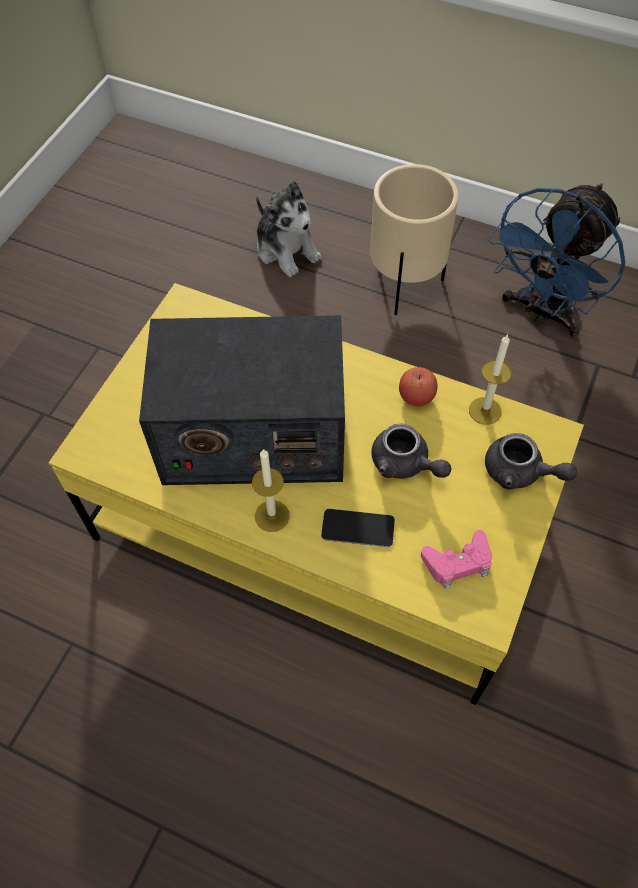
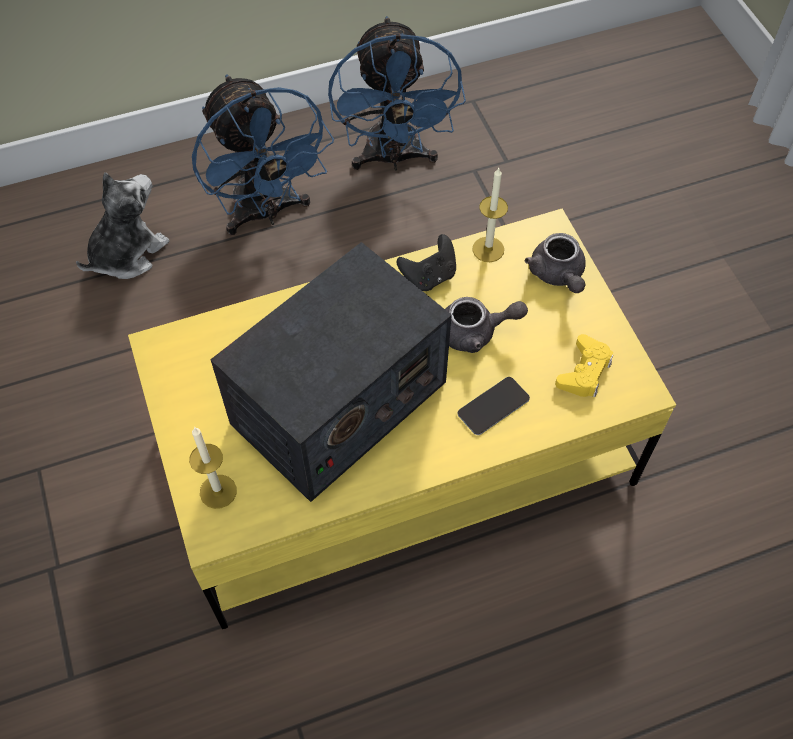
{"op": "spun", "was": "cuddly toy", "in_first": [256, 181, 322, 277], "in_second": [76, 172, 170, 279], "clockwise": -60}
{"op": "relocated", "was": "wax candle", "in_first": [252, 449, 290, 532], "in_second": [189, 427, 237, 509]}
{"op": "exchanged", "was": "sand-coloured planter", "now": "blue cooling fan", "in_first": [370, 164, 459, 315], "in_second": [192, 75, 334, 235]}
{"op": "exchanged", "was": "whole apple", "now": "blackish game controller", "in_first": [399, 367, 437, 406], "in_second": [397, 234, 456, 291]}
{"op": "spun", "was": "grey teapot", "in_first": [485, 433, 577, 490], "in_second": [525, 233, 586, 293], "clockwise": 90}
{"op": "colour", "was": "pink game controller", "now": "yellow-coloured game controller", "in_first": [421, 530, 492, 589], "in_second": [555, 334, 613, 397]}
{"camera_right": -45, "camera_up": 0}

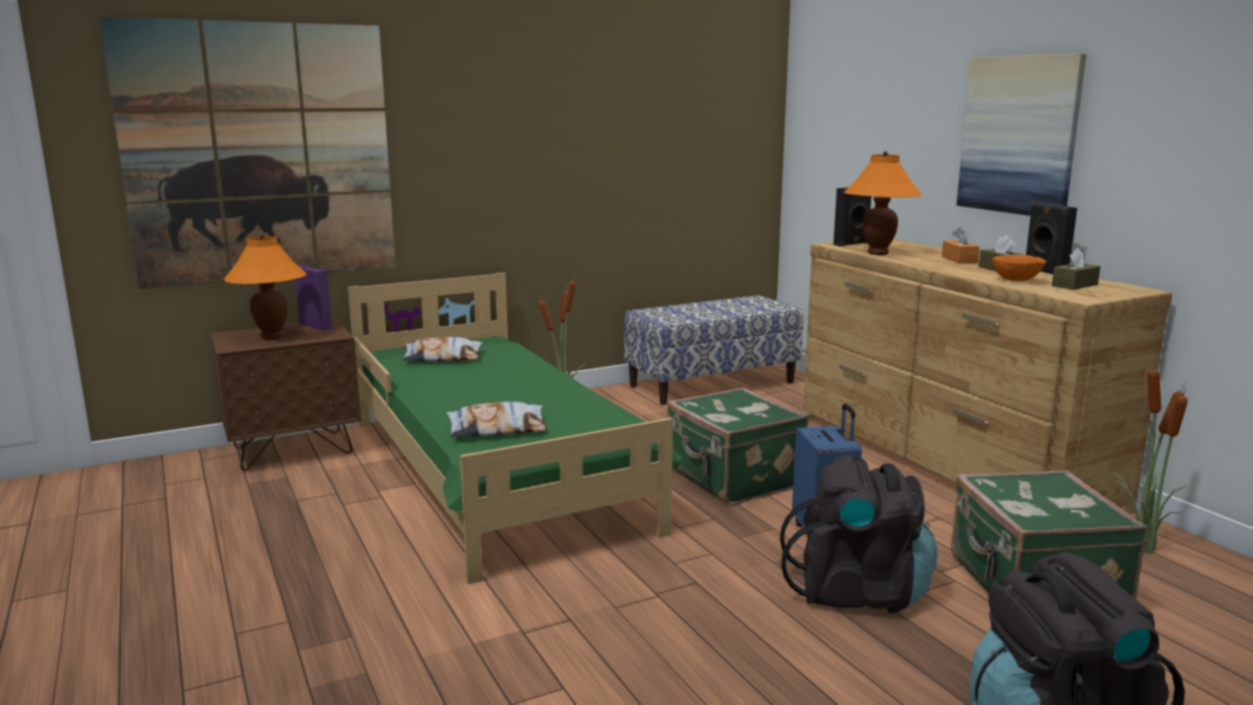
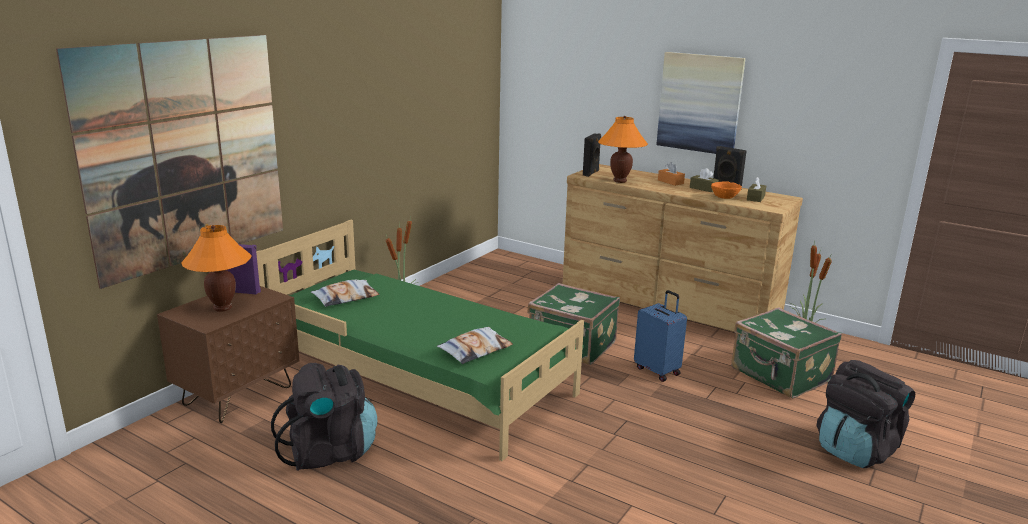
{"op": "relocated", "was": "blackish knapsack", "in_first": [780, 455, 938, 614], "in_second": [271, 363, 377, 471]}
{"op": "missing", "was": "bench", "in_first": [624, 295, 803, 405]}
{"camera_right": -30, "camera_up": 5}

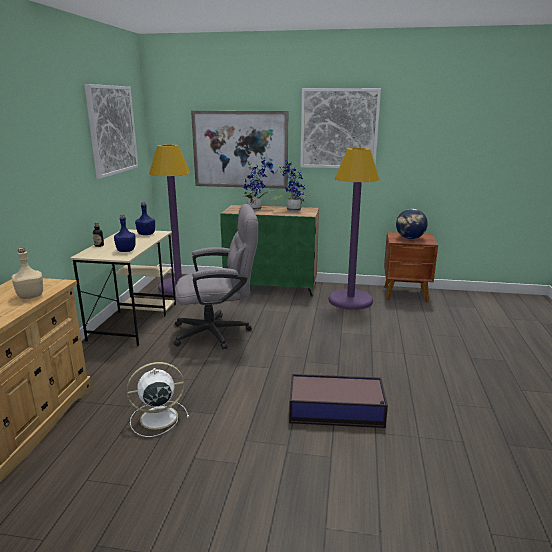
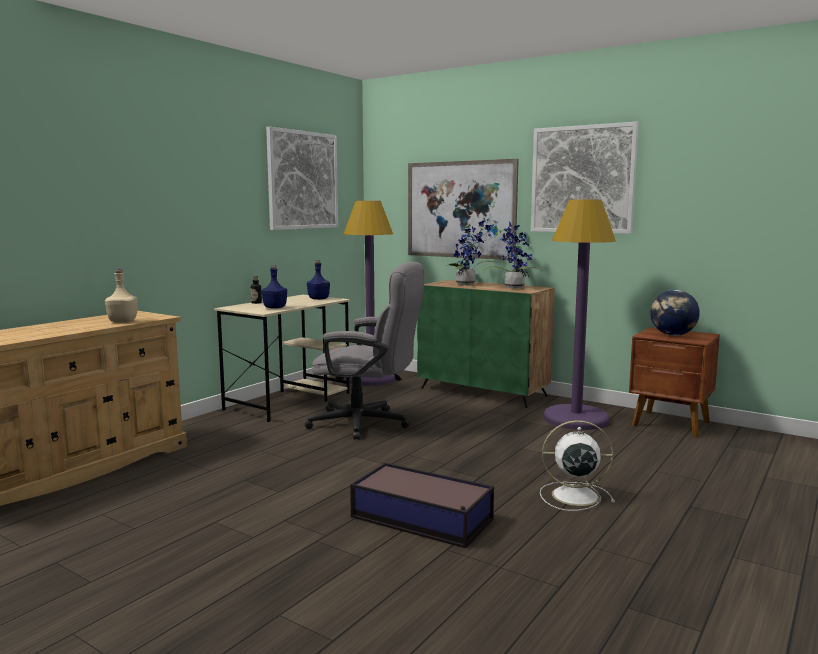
{"op": "relocated", "was": "white cooling fan", "in_first": [127, 362, 189, 437], "in_second": [540, 420, 615, 511]}
{"camera_right": 25, "camera_up": -10}

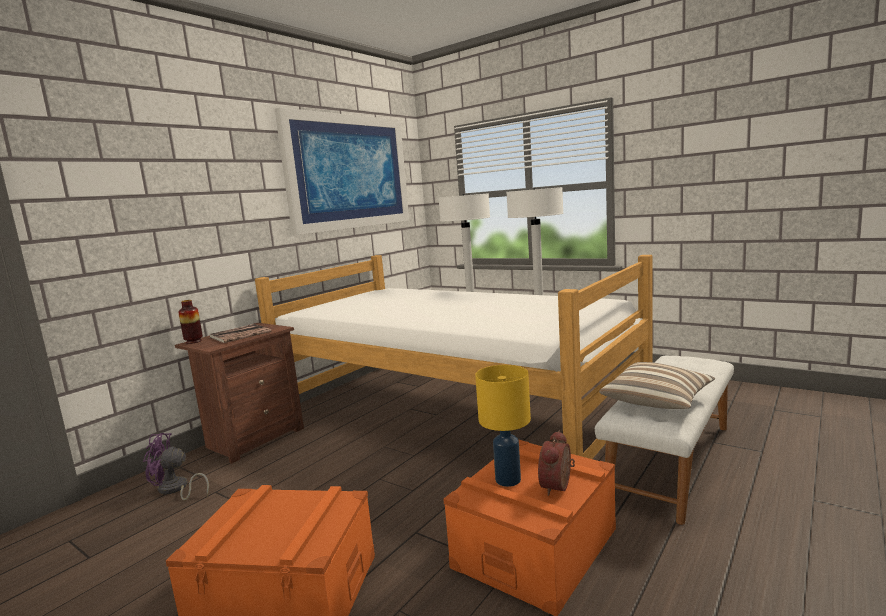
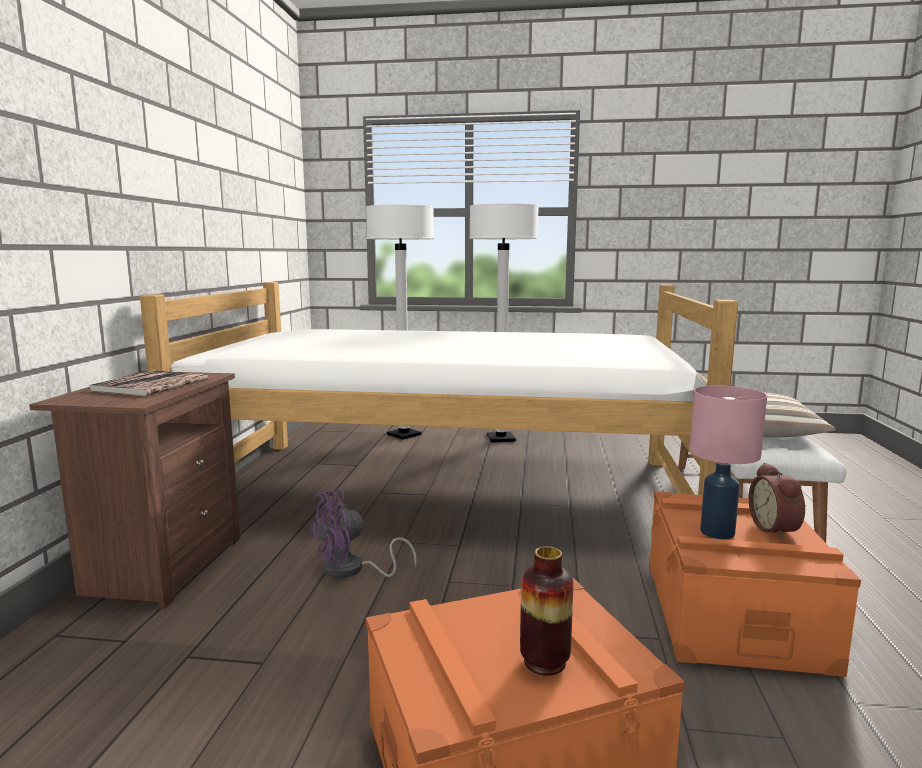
{"op": "relocated", "was": "purplish cooling fan", "in_first": [143, 433, 209, 500], "in_second": [309, 490, 417, 578]}
{"op": "relocated", "was": "vase", "in_first": [178, 300, 203, 344], "in_second": [520, 546, 573, 676]}
{"op": "colour", "was": "yellow-coloured table lamp", "now": "pink table lamp", "in_first": [475, 365, 531, 487], "in_second": [690, 386, 767, 539]}
{"op": "missing", "was": "picture", "in_first": [275, 108, 409, 235]}
{"camera_right": -30, "camera_up": 0}

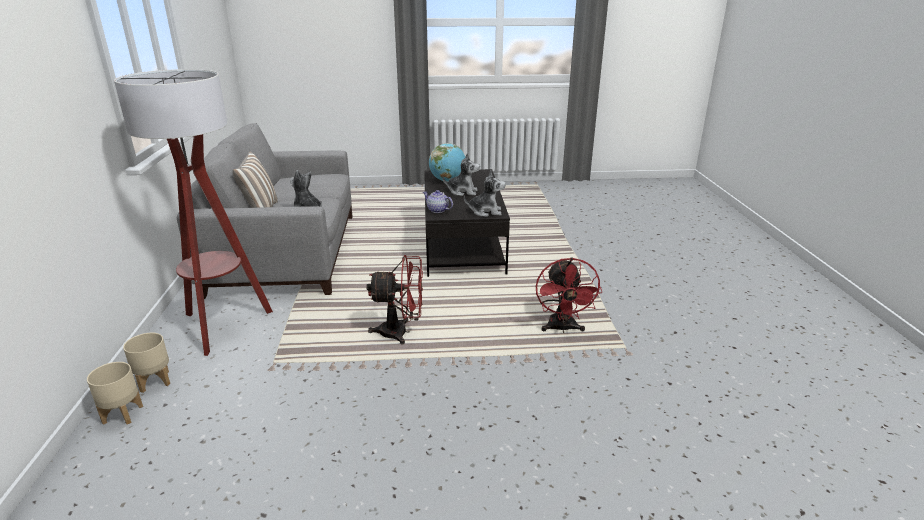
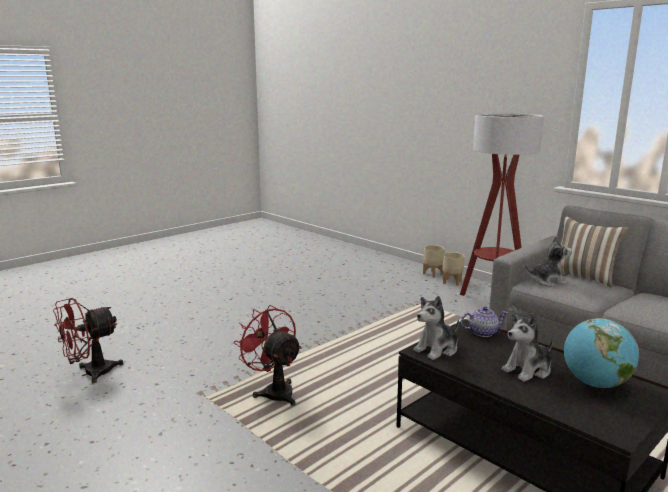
{"op": "relocated", "was": "red cooling fan", "in_first": [366, 255, 423, 345], "in_second": [53, 298, 123, 383]}
{"camera_right": 140, "camera_up": -10}

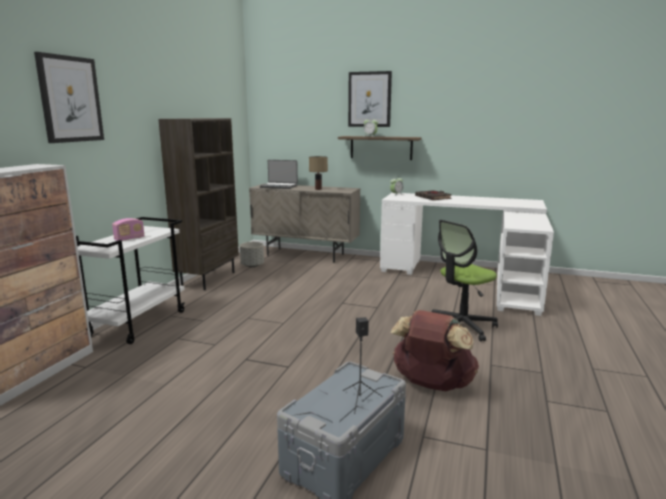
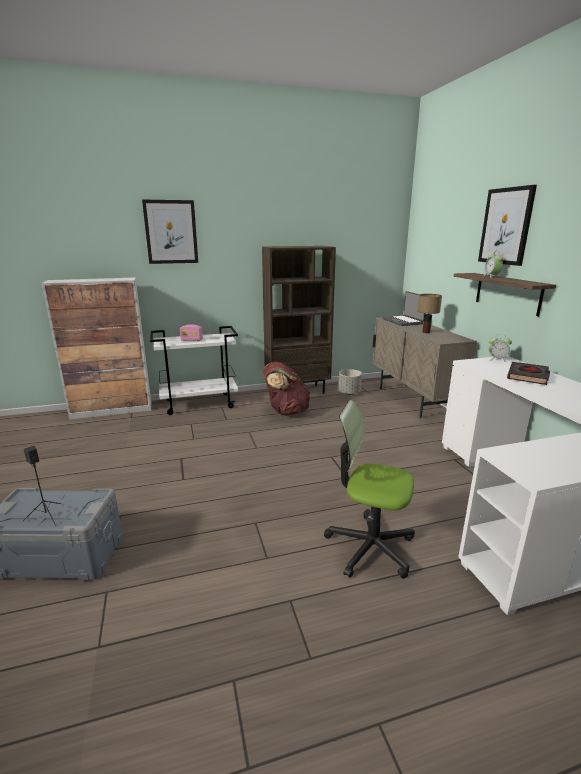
{"op": "relocated", "was": "brown knapsack", "in_first": [391, 310, 479, 391], "in_second": [263, 362, 311, 416]}
{"camera_right": 55, "camera_up": 5}

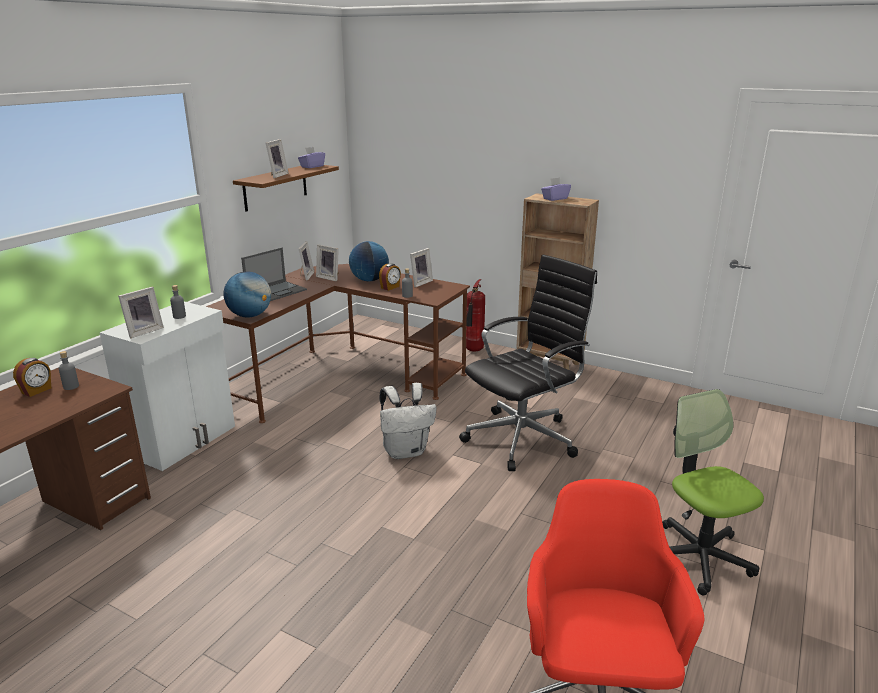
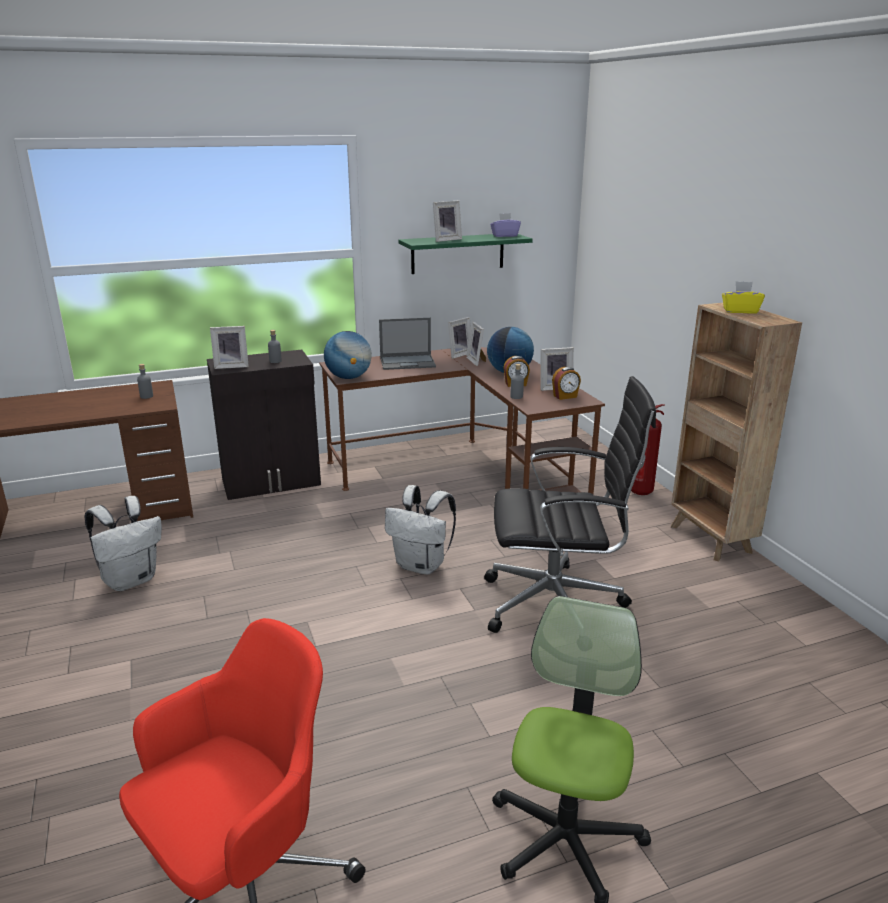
{"op": "appeared", "now": "white knapsack", "in_second": [84, 496, 162, 591]}
{"op": "colour", "was": "white cabinet", "now": "blackish cabinet", "in_first": [100, 302, 235, 471], "in_second": [207, 350, 321, 500]}
{"op": "colour", "was": "brown wall shelf", "now": "greenish wall shelf", "in_first": [233, 165, 339, 211], "in_second": [398, 234, 533, 274]}
{"op": "relocated", "was": "bedside clock", "in_first": [13, 358, 51, 397], "in_second": [552, 367, 581, 400]}
{"op": "colour", "was": "purplish tissue holder", "now": "yellow-coloured tissue holder", "in_first": [541, 177, 571, 201], "in_second": [722, 281, 765, 314]}
{"camera_right": 40, "camera_up": 0}

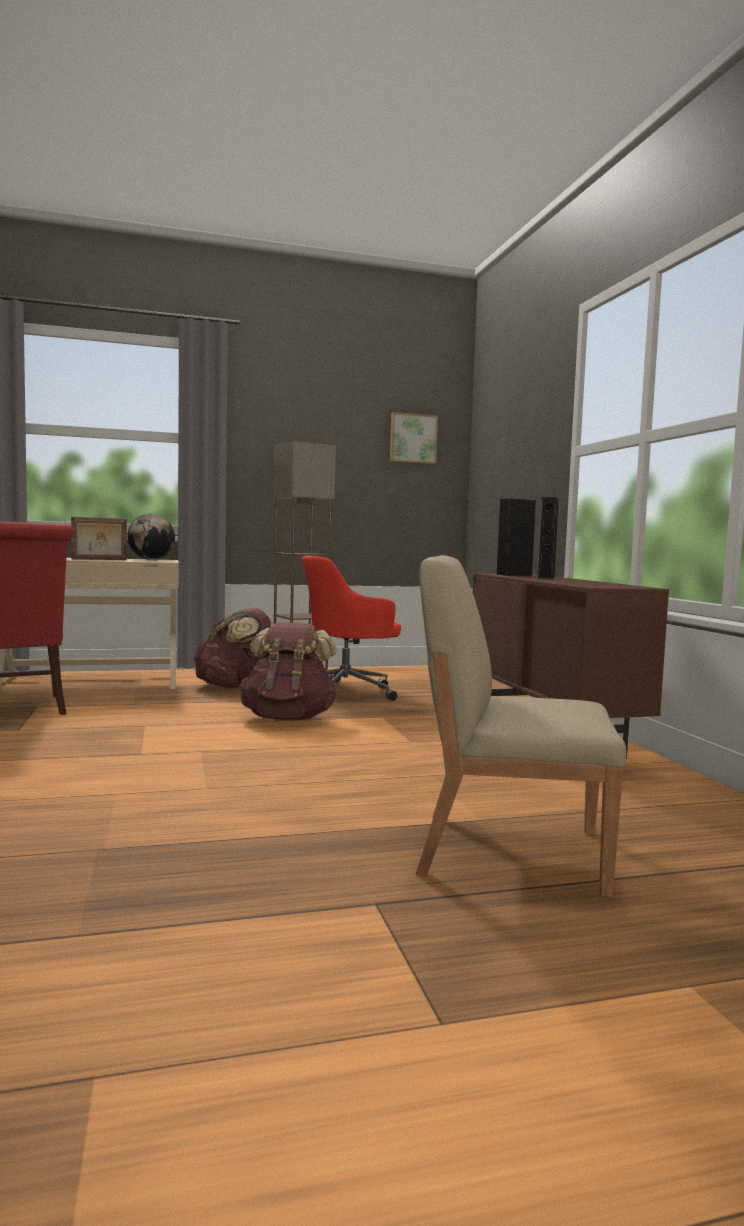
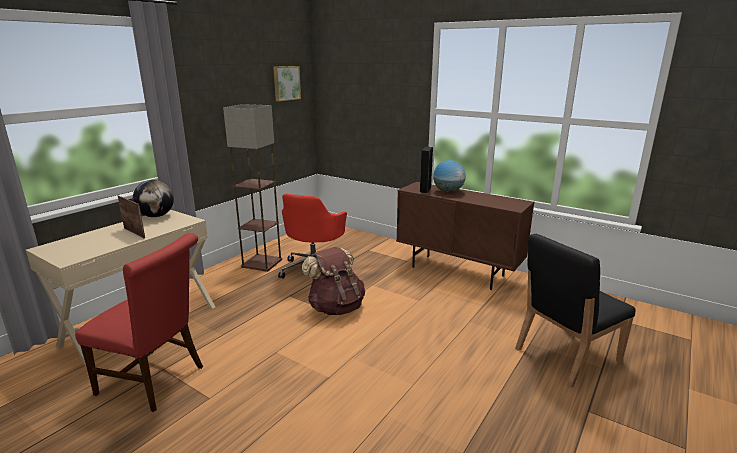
{"op": "spun", "was": "standing frame", "in_first": [71, 517, 127, 560], "in_second": [118, 195, 145, 239], "clockwise": -75}
{"op": "exchanged", "was": "blackish speaker", "now": "globe", "in_first": [537, 497, 559, 579], "in_second": [433, 160, 466, 192]}
{"op": "colour", "was": "sand-coloured plain chair", "now": "blackish plain chair", "in_first": [416, 555, 626, 898], "in_second": [515, 234, 635, 388]}
{"op": "missing", "was": "brown knapsack", "in_first": [194, 608, 272, 688]}
{"camera_right": -40, "camera_up": 15}

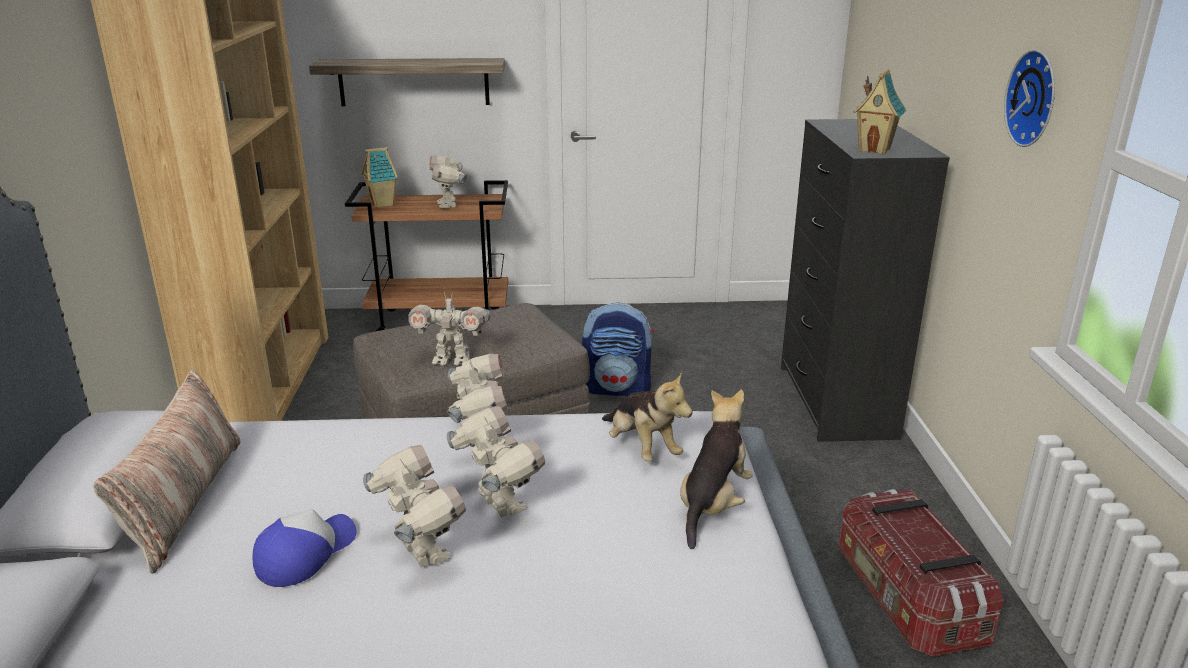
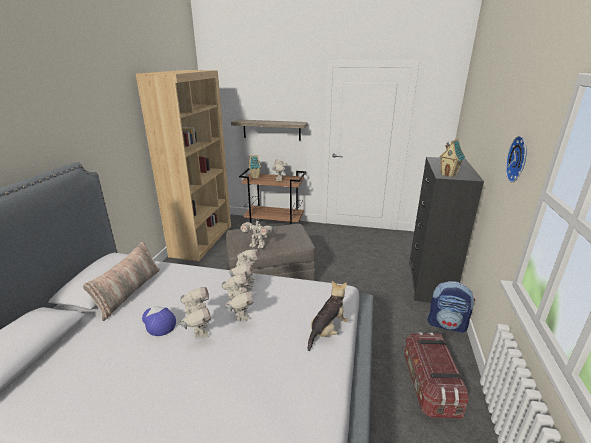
{"op": "spun", "was": "cap", "in_first": [252, 509, 357, 587], "in_second": [142, 306, 176, 336], "clockwise": -90}
{"op": "relocated", "was": "knapsack", "in_first": [582, 302, 654, 396], "in_second": [428, 281, 475, 333]}
{"op": "missing", "was": "cuddly toy", "in_first": [602, 372, 693, 461]}
{"camera_right": 15, "camera_up": 0}

